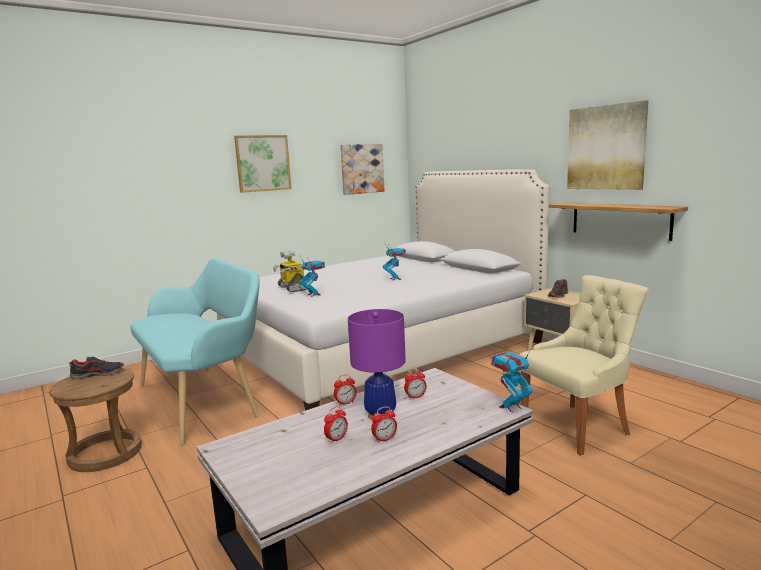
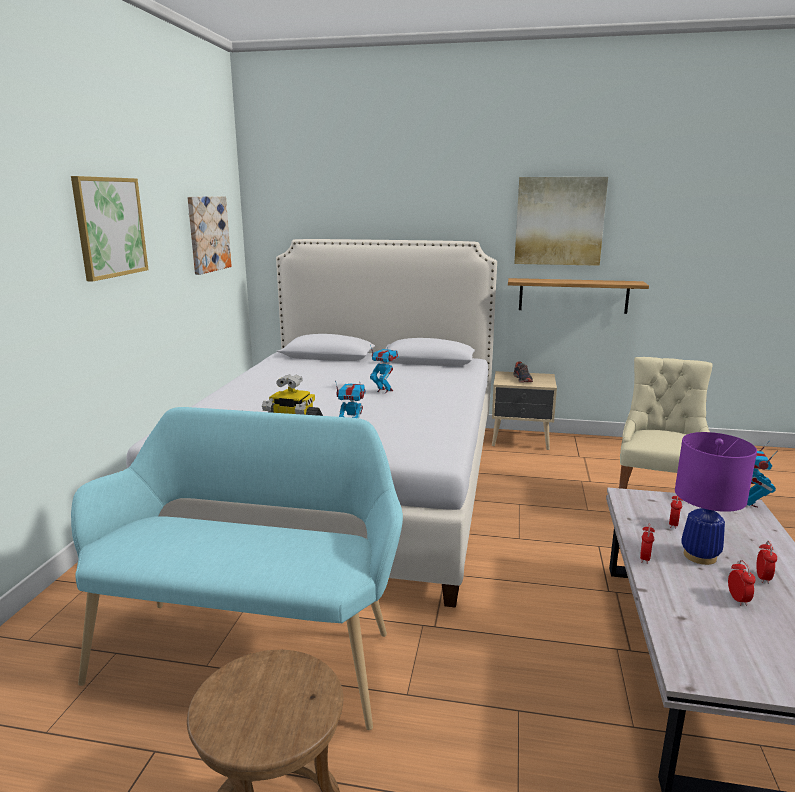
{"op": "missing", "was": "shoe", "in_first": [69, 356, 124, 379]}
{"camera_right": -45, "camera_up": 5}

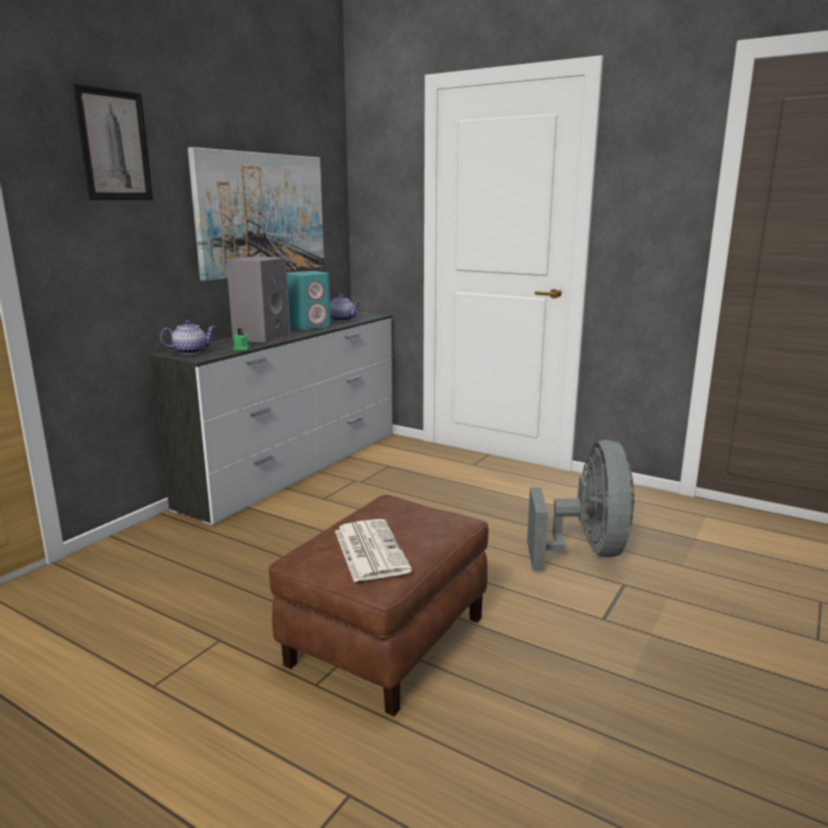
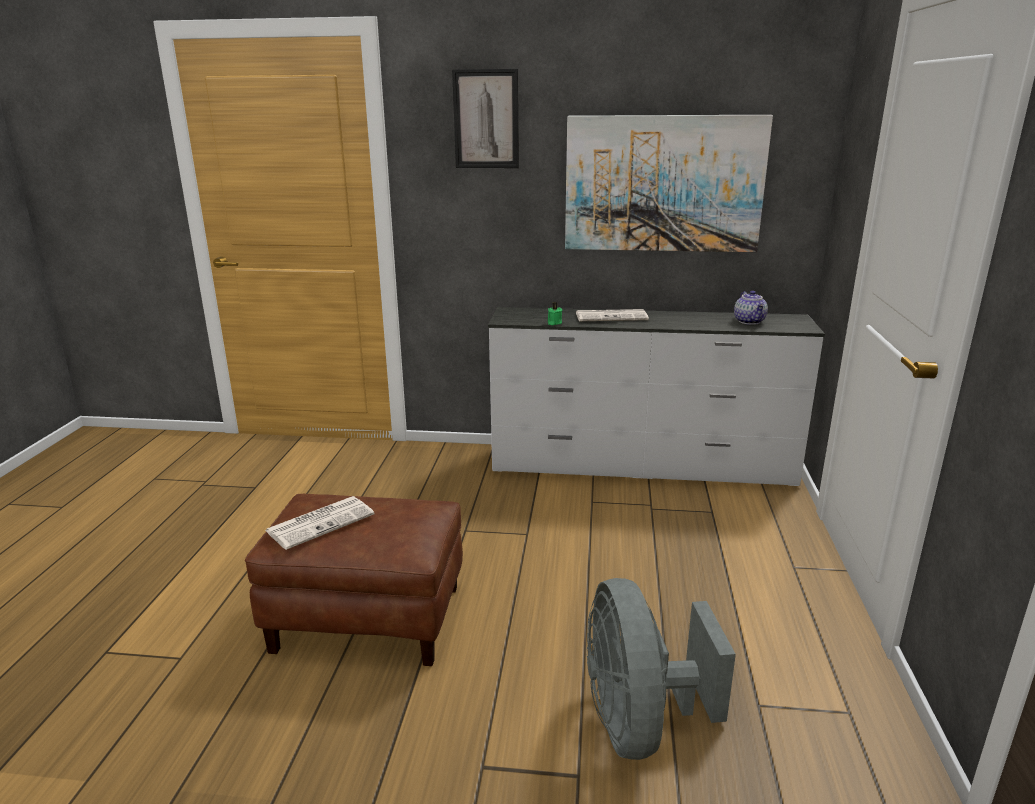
{"op": "exchanged", "was": "grey speaker", "now": "newspaper", "in_first": [226, 256, 290, 343], "in_second": [576, 309, 649, 321]}
{"op": "spun", "was": "grey cooling fan", "in_first": [527, 440, 635, 570], "in_second": [587, 578, 736, 760], "clockwise": 105}
{"op": "missing", "was": "teapot", "in_first": [160, 320, 215, 354]}
{"op": "missing", "was": "turquoise speaker", "in_first": [287, 271, 331, 330]}
{"camera_right": 65, "camera_up": 5}

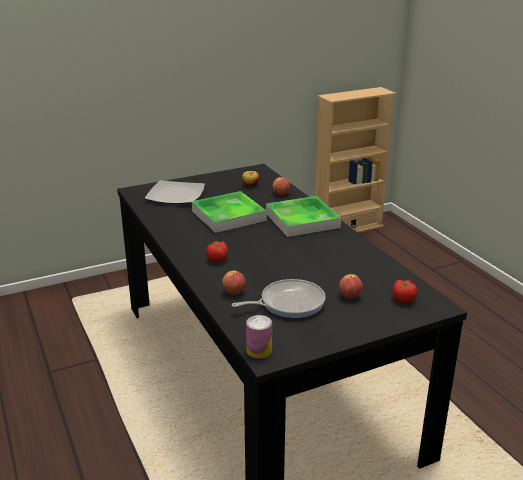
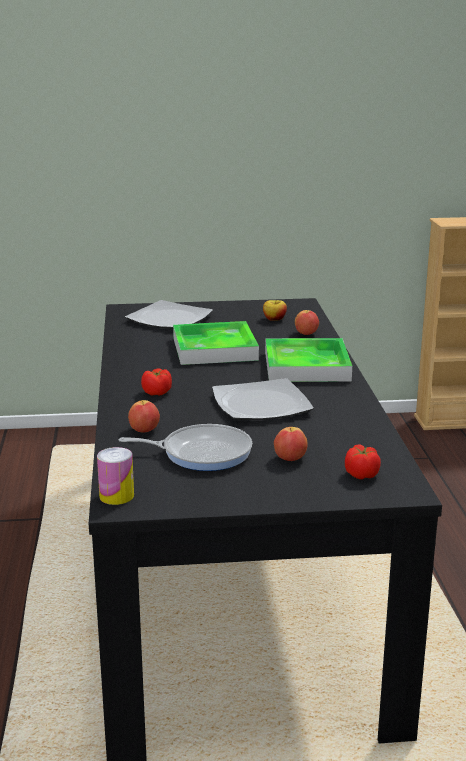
{"op": "appeared", "now": "plate", "in_second": [212, 378, 314, 420]}
{"camera_right": 20, "camera_up": -5}

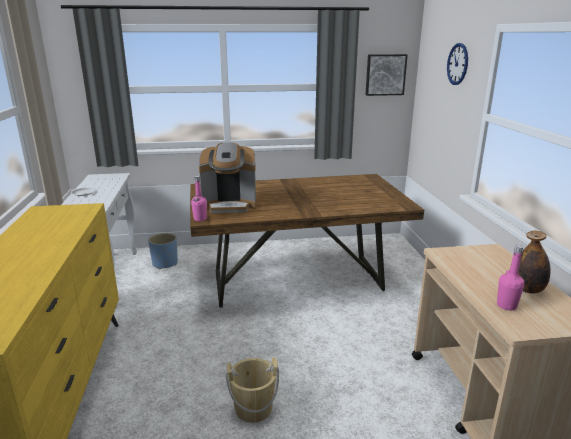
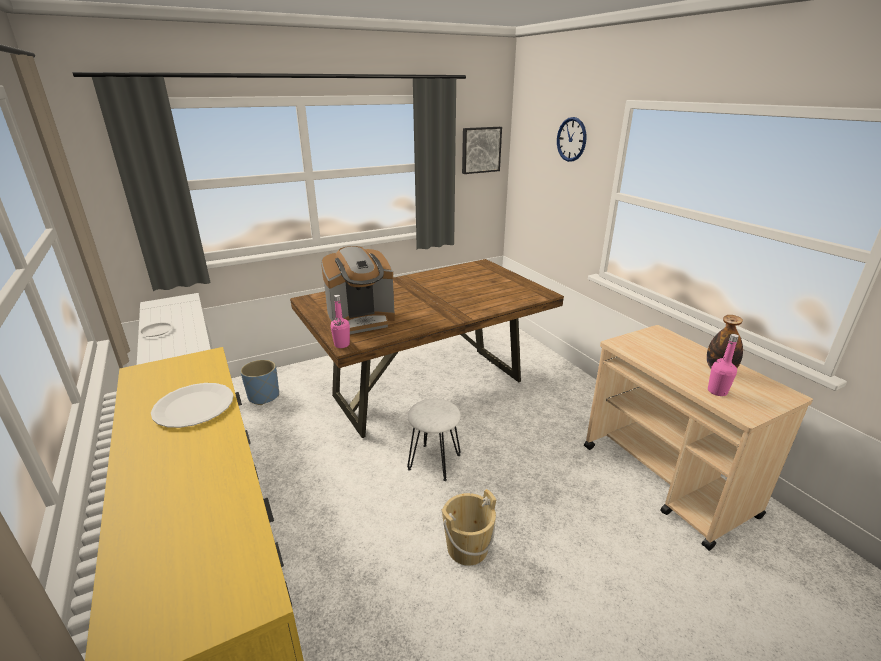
{"op": "appeared", "now": "white plate", "in_second": [151, 383, 234, 428]}
{"op": "appeared", "now": "white stool", "in_second": [407, 399, 461, 481]}
{"camera_right": -20, "camera_up": 5}

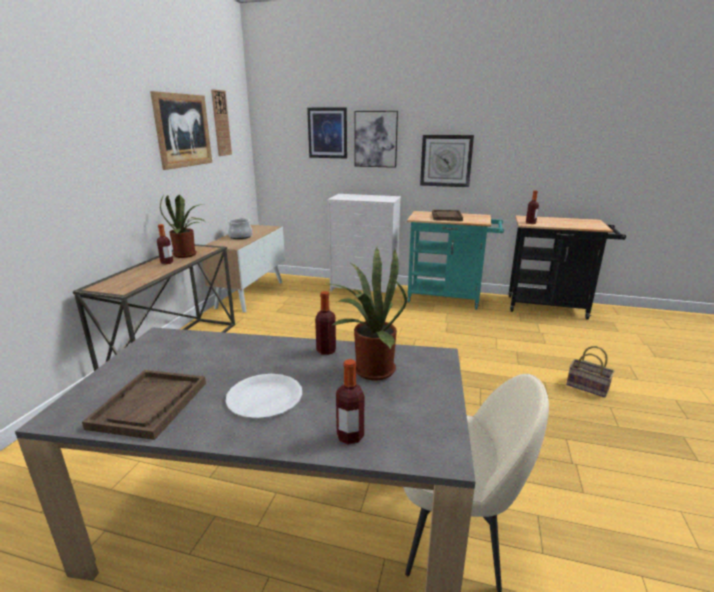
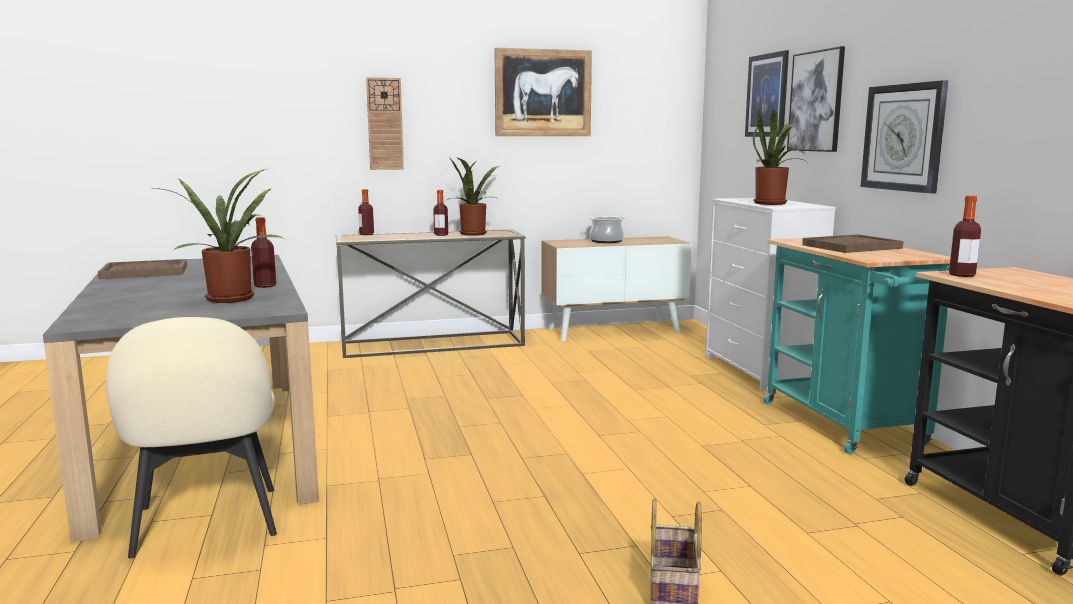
{"op": "relocated", "was": "beverage bottle", "in_first": [336, 359, 364, 445], "in_second": [358, 189, 374, 235]}
{"op": "relocated", "was": "clock on the wall", "in_first": [211, 89, 232, 156], "in_second": [366, 77, 404, 170]}
{"op": "appeared", "now": "houseplant", "in_second": [753, 109, 813, 205]}
{"op": "missing", "was": "white plate", "in_first": [225, 374, 302, 419]}
{"camera_right": 60, "camera_up": -10}

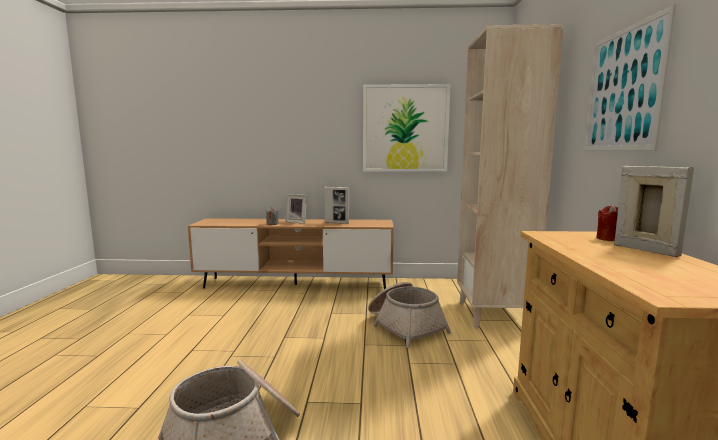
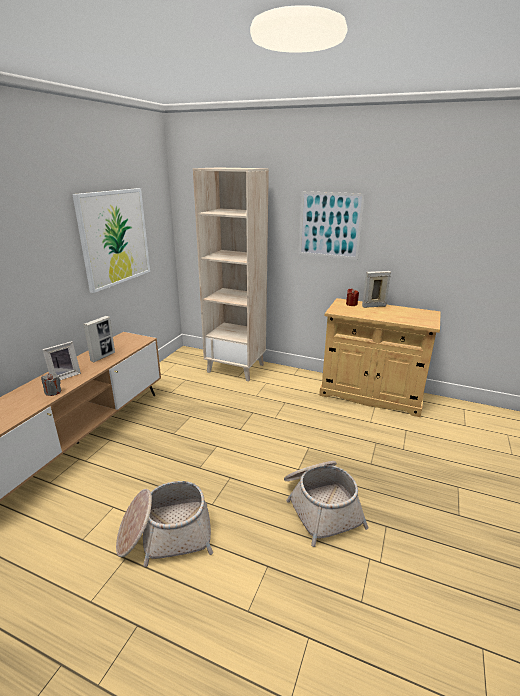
{"op": "relocated", "was": "household basket", "in_first": [368, 282, 451, 348], "in_second": [116, 481, 213, 567]}
{"camera_right": -70, "camera_up": 15}

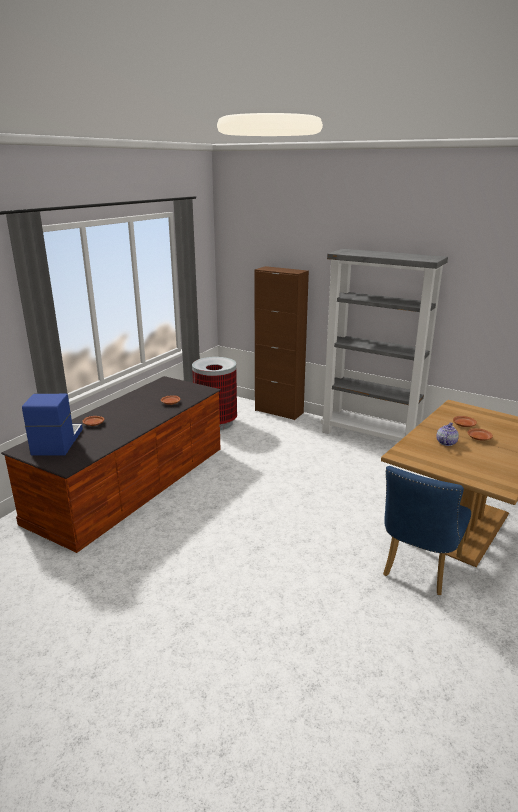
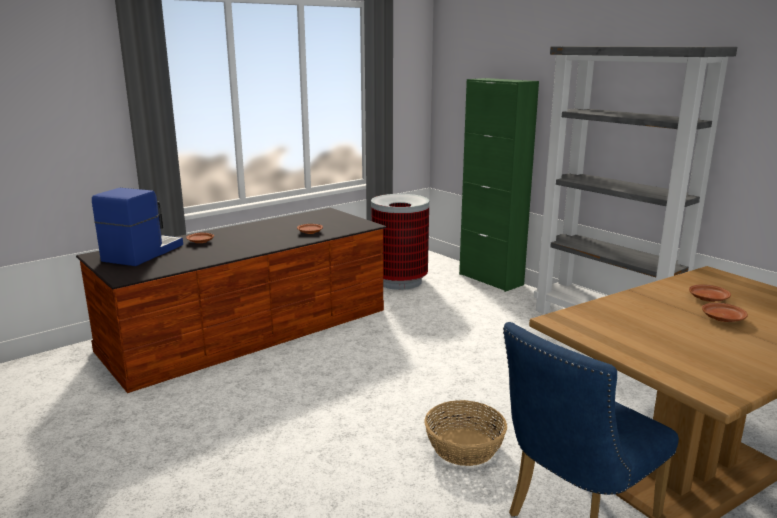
{"op": "appeared", "now": "household basket", "in_second": [424, 400, 507, 466]}
{"op": "colour", "was": "brown cabinet", "now": "greenish cabinet", "in_first": [254, 266, 309, 420], "in_second": [459, 78, 539, 292]}
{"op": "missing", "was": "teapot", "in_first": [436, 422, 459, 446]}
{"camera_right": 20, "camera_up": -5}

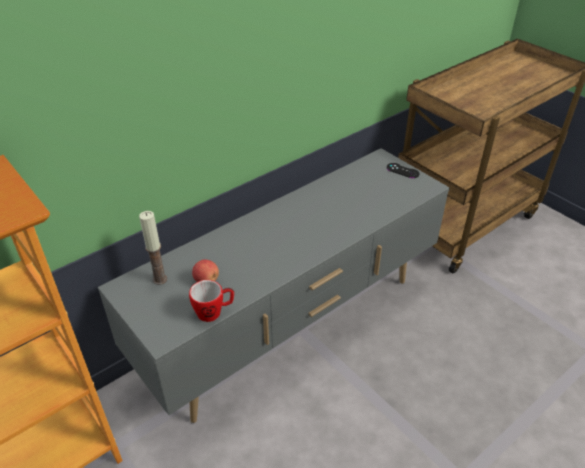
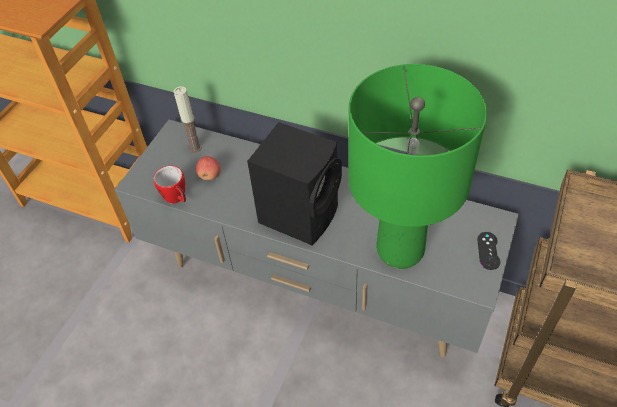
{"op": "appeared", "now": "blackish speaker", "in_second": [247, 122, 342, 245]}
{"op": "appeared", "now": "greenish table lamp", "in_second": [348, 64, 487, 269]}
{"camera_right": 65, "camera_up": 10}

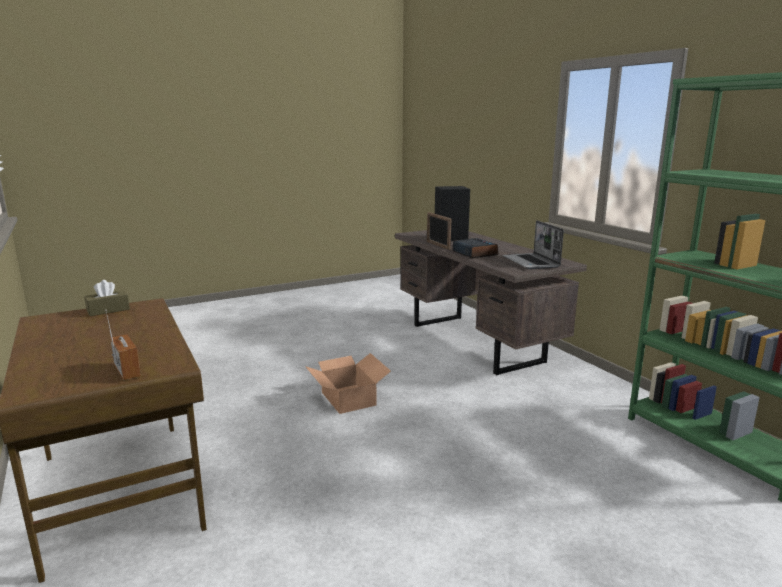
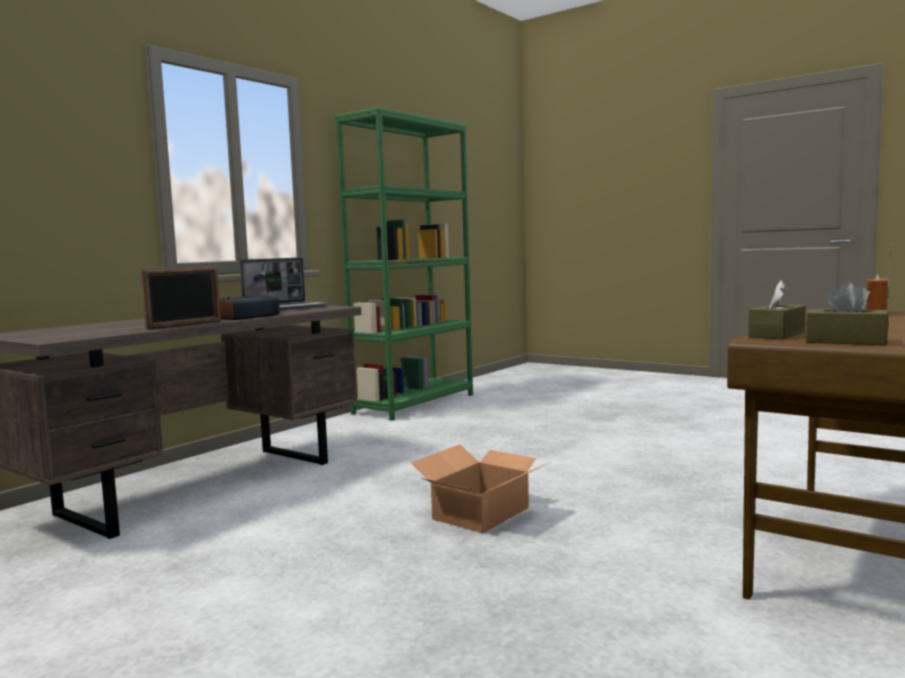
{"op": "appeared", "now": "brown tissue holder", "in_second": [748, 280, 806, 339]}
{"op": "missing", "was": "blackish speaker", "in_first": [435, 186, 470, 241]}
{"camera_right": -115, "camera_up": -10}

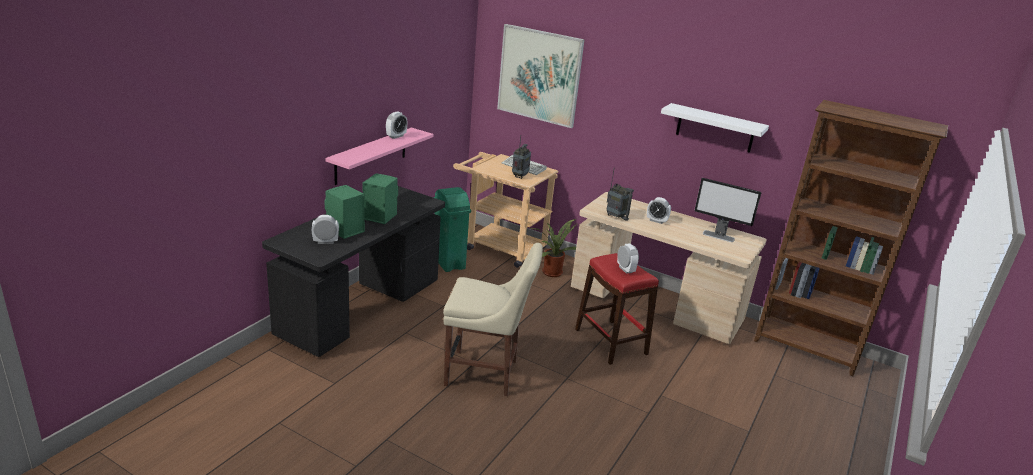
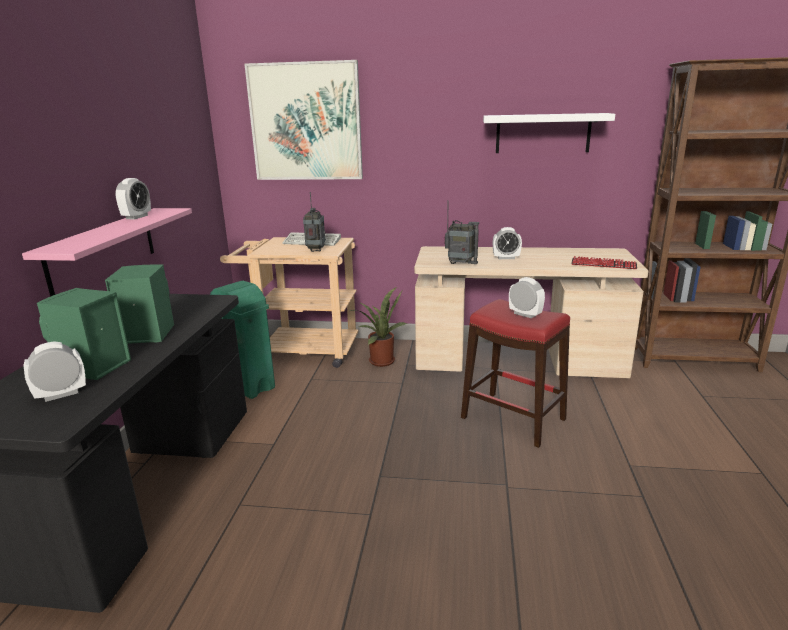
{"op": "appeared", "now": "computer keyboard", "in_second": [571, 256, 637, 269]}
{"op": "missing", "was": "sand-coloured plain chair", "in_first": [443, 243, 543, 396]}
{"op": "missing", "was": "computer screen", "in_first": [694, 178, 762, 242]}
{"camera_right": -20, "camera_up": -5}

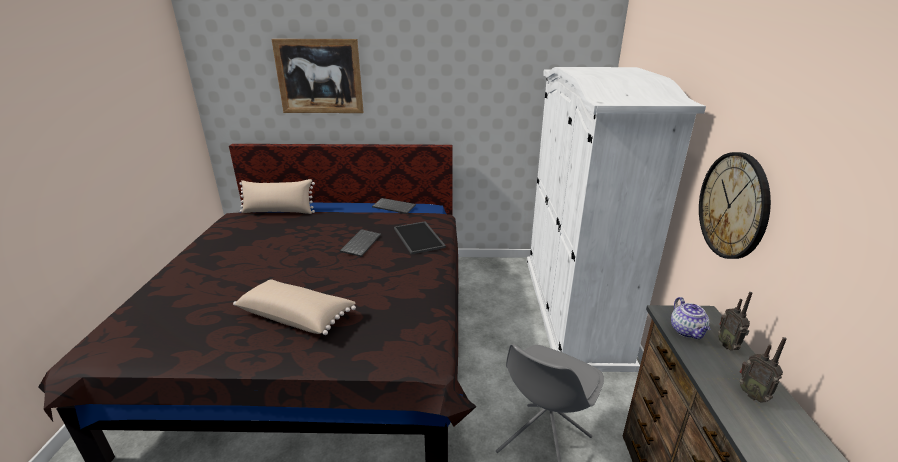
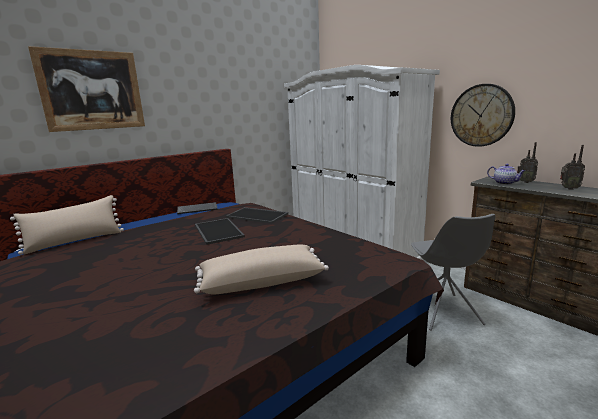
{"op": "exchanged", "was": "computer keyboard", "now": "serving tray", "in_first": [340, 229, 381, 257], "in_second": [195, 218, 245, 245]}
{"camera_right": -40, "camera_up": -10}

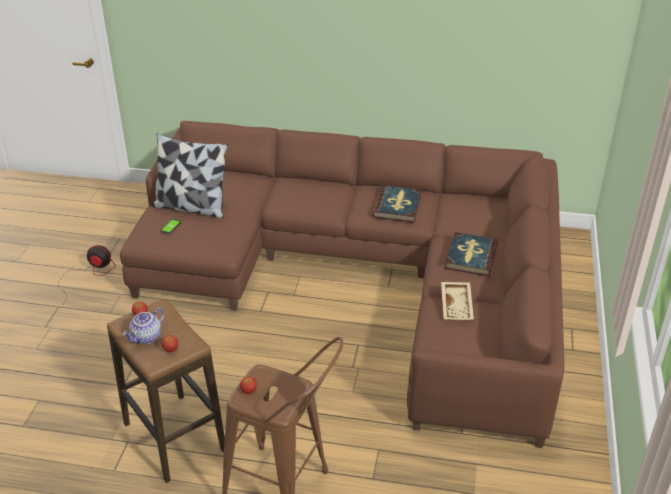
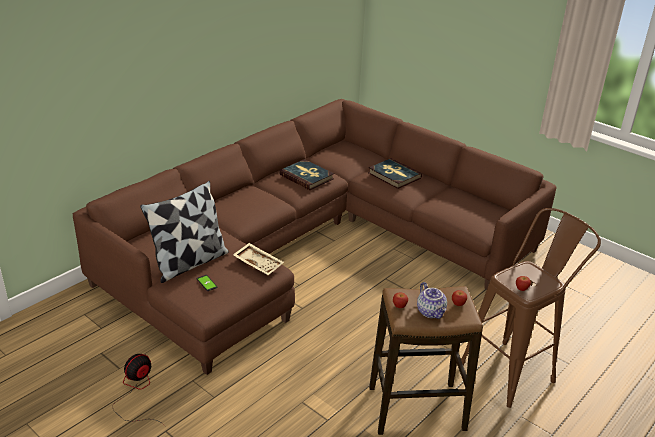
{"op": "relocated", "was": "sand-coloured serving tray", "in_first": [441, 282, 474, 321], "in_second": [233, 243, 284, 275]}
{"camera_right": -60, "camera_up": -5}

